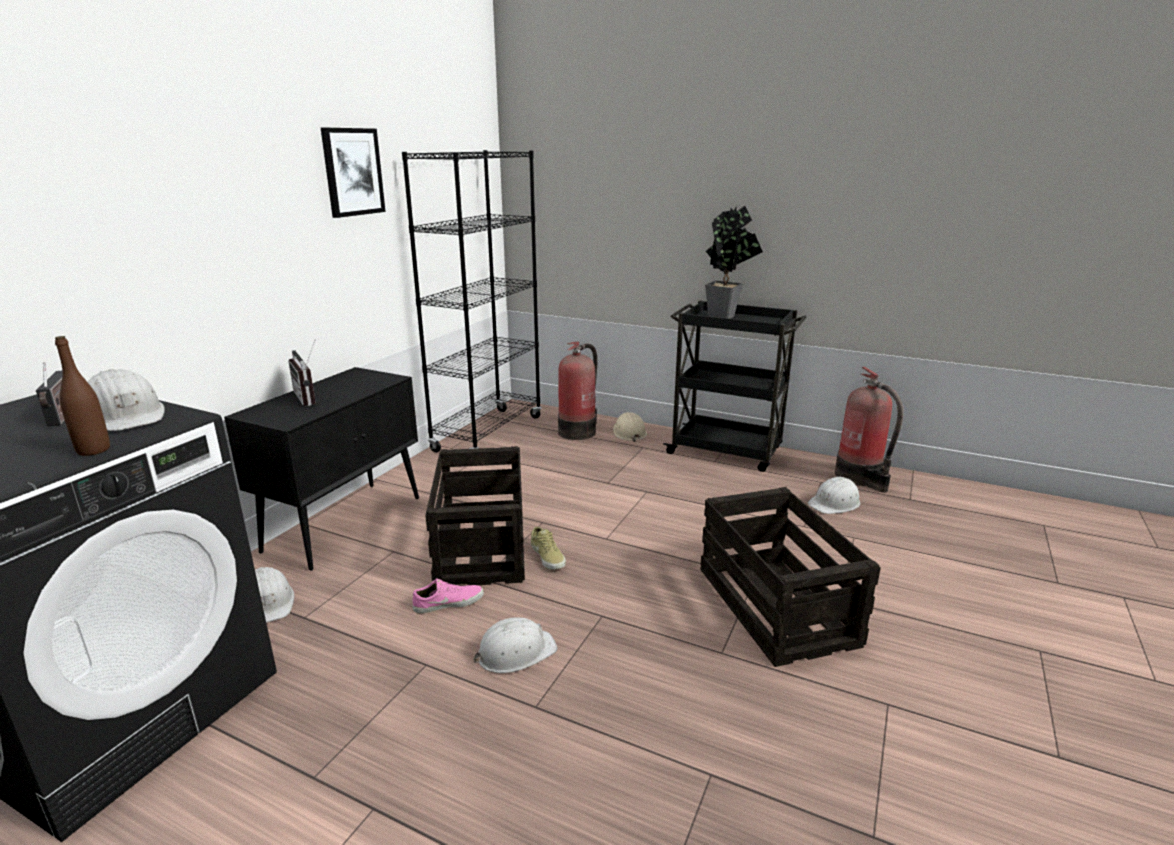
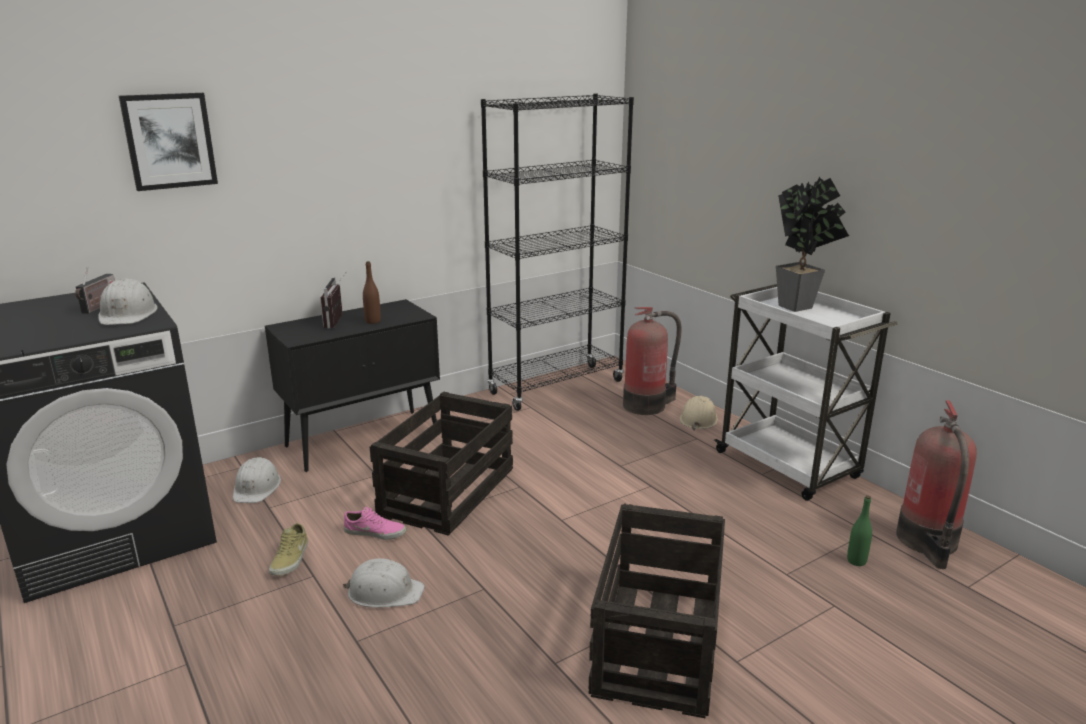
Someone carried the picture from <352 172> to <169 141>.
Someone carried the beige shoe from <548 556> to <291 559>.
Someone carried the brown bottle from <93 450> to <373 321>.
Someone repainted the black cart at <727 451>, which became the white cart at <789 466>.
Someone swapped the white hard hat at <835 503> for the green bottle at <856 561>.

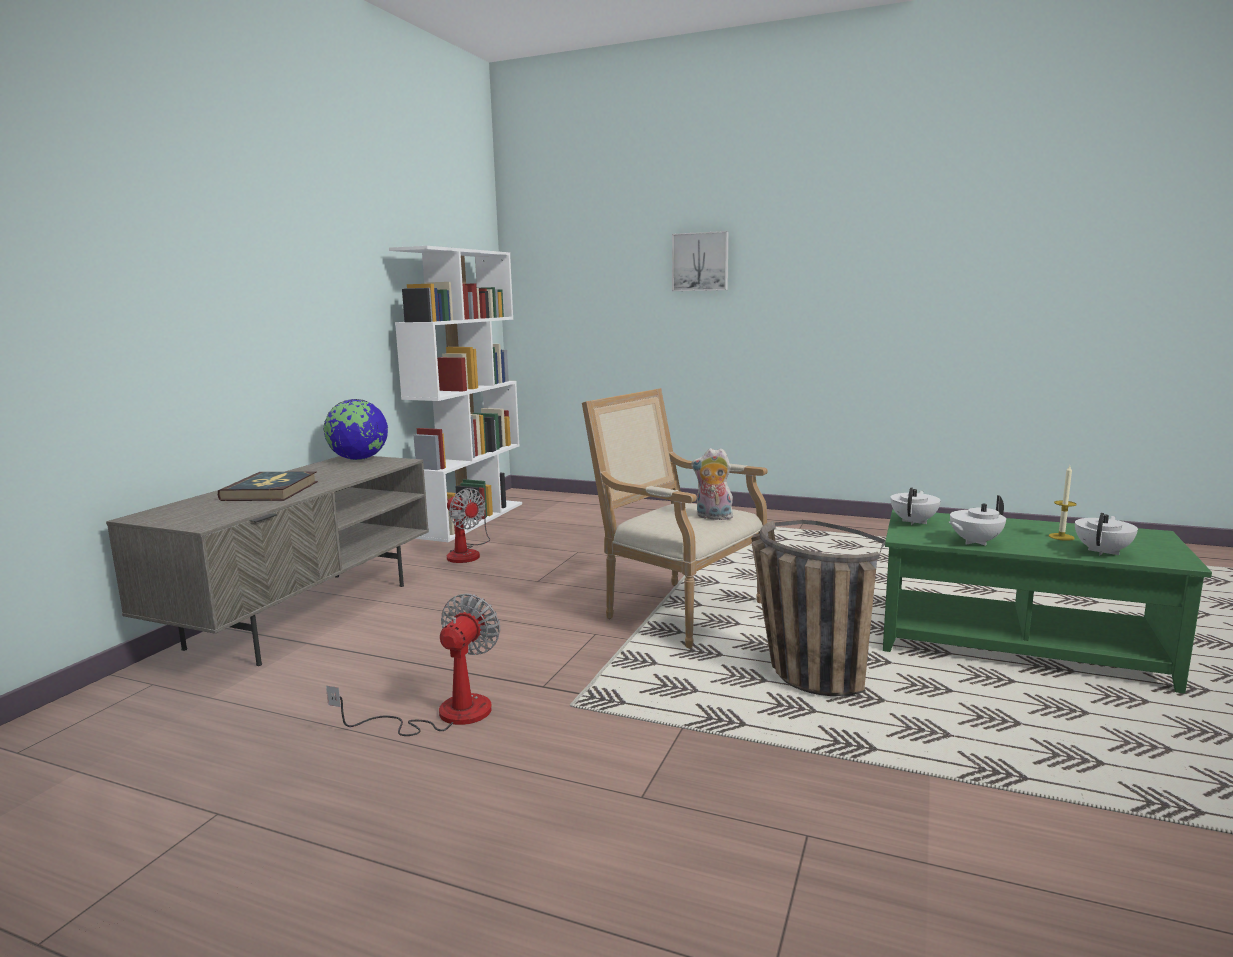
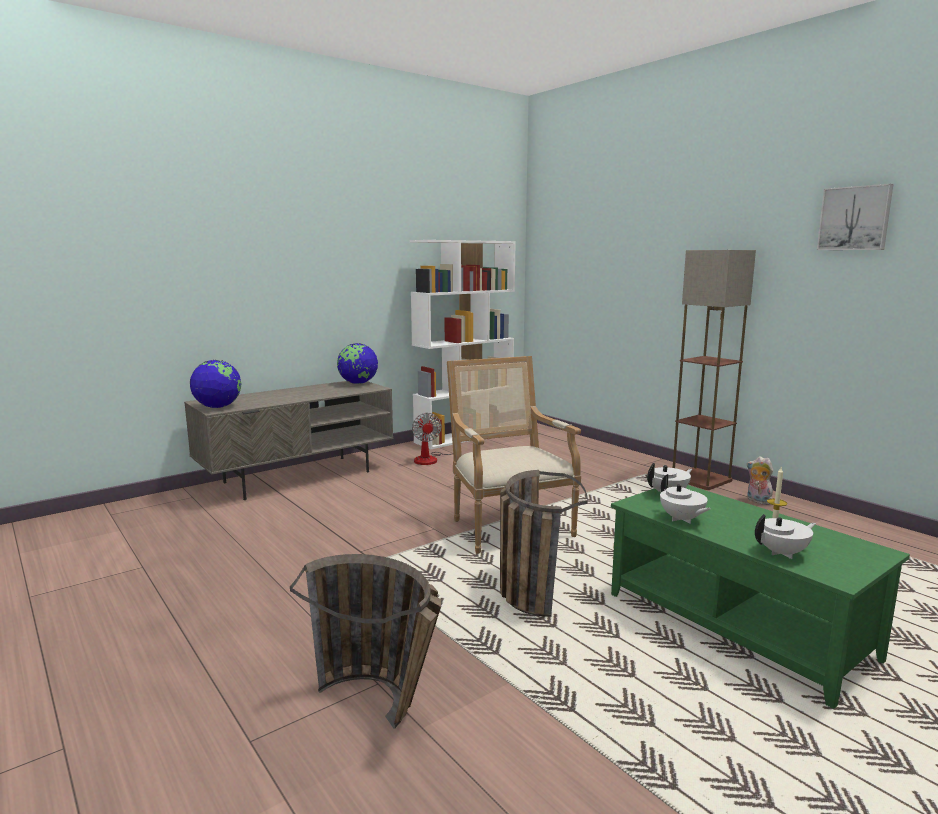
Someone put down the globe at <218 407>.
Someone put down the basket at <383 708>.
Someone rotated the white teapot at <974 542> by 120 degrees counterclockwise.
Someone put down the floor lamp at <702 479>.
Someone carried the plush toy from <713 517> to <757 501>.
Someone carried the picture from <700 262> to <855 218>.
Someone took away the book at <271 491>.
Someone took away the fan at <444 715>.

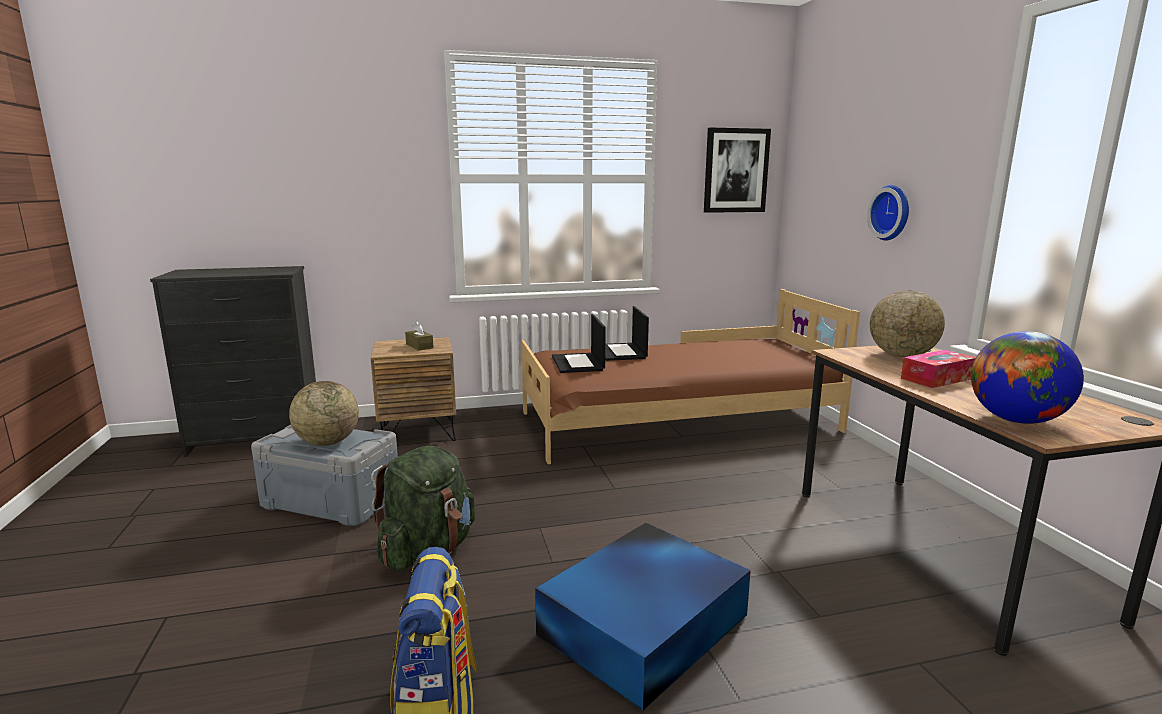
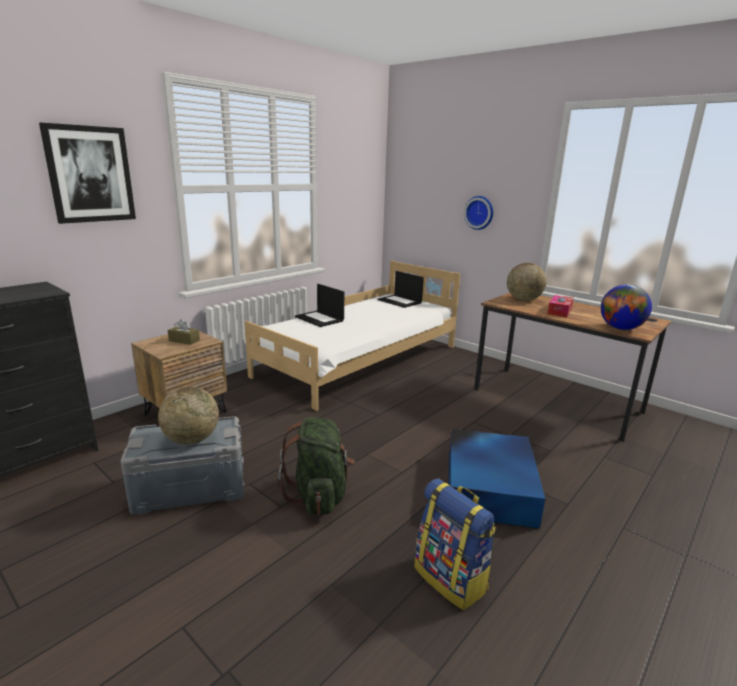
Someone carried the picture from <735 170> to <90 174>.
Someone repainted the brown bed at <676 422>, which became the white bed at <360 361>.
Someone carried the laptop from <578 363> to <400 301>.

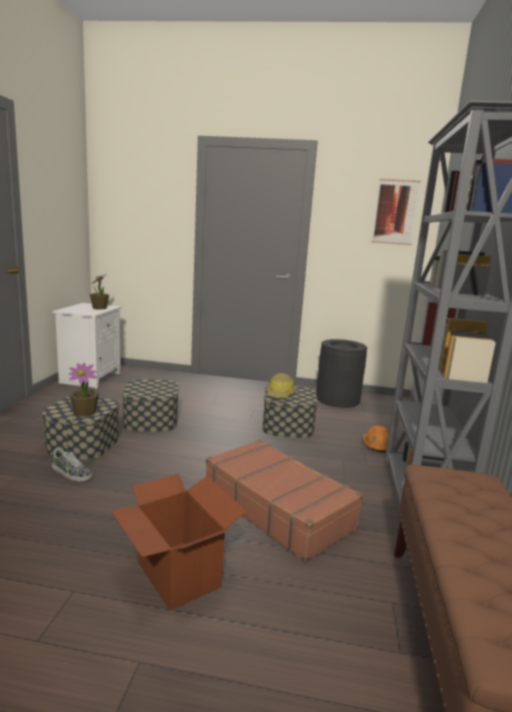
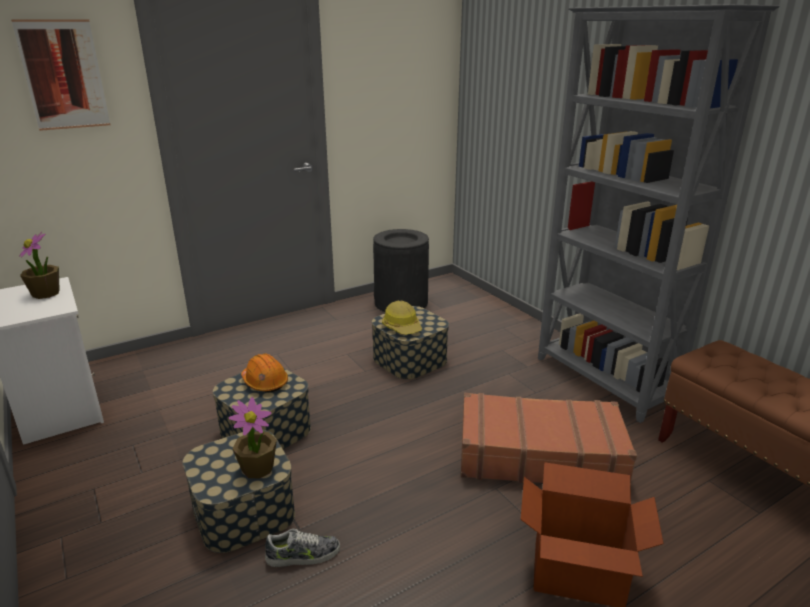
Someone carried the picture from <395 212> to <63 75>.
Someone carried the orange hard hat from <376 446> to <265 382>.

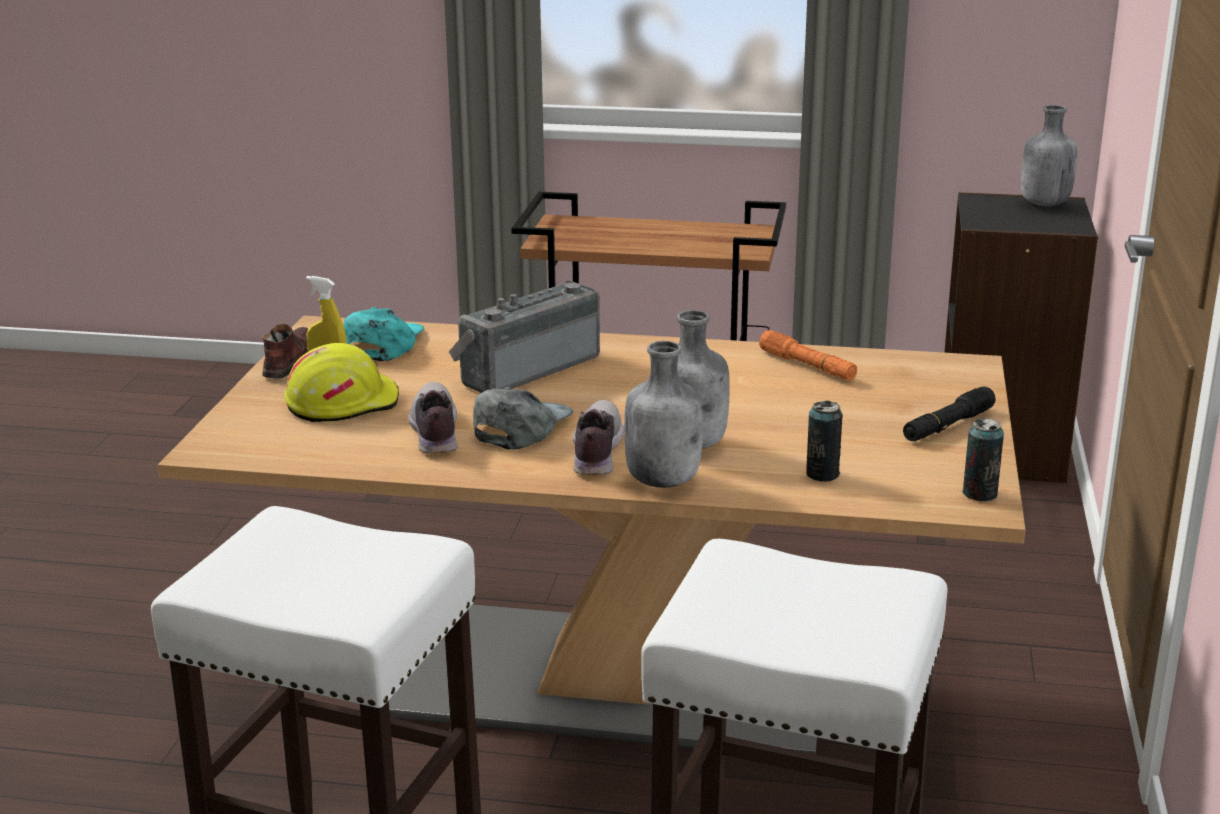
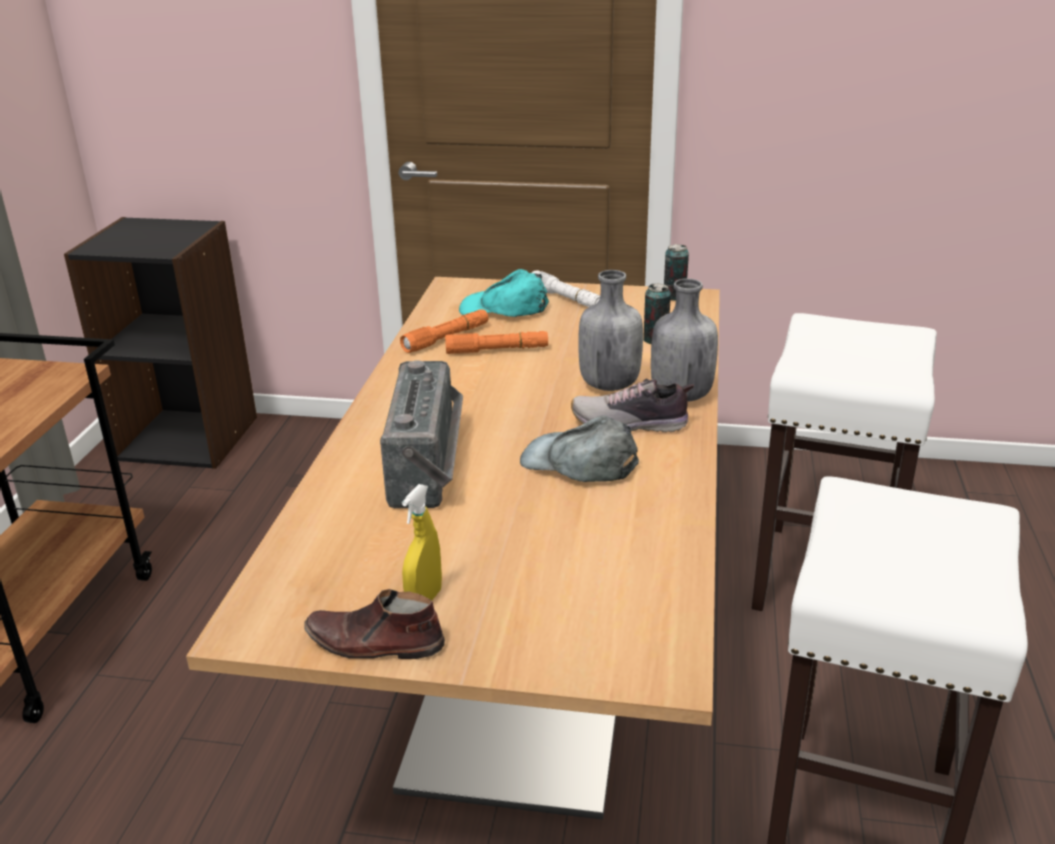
Someone rotated the radio at <526 369> by 135 degrees counterclockwise.
Someone put down the orange flashlight at <497 350>.
Someone carried the turquoise cap from <382 344> to <504 308>.
Someone repainted the black flashlight at <948 425>, which became the white flashlight at <566 298>.
Someone took away the yellow hard hat at <342 403>.
Someone took away the shoe at <434 432>.
Someone took away the grey bottle at <1043 203>.

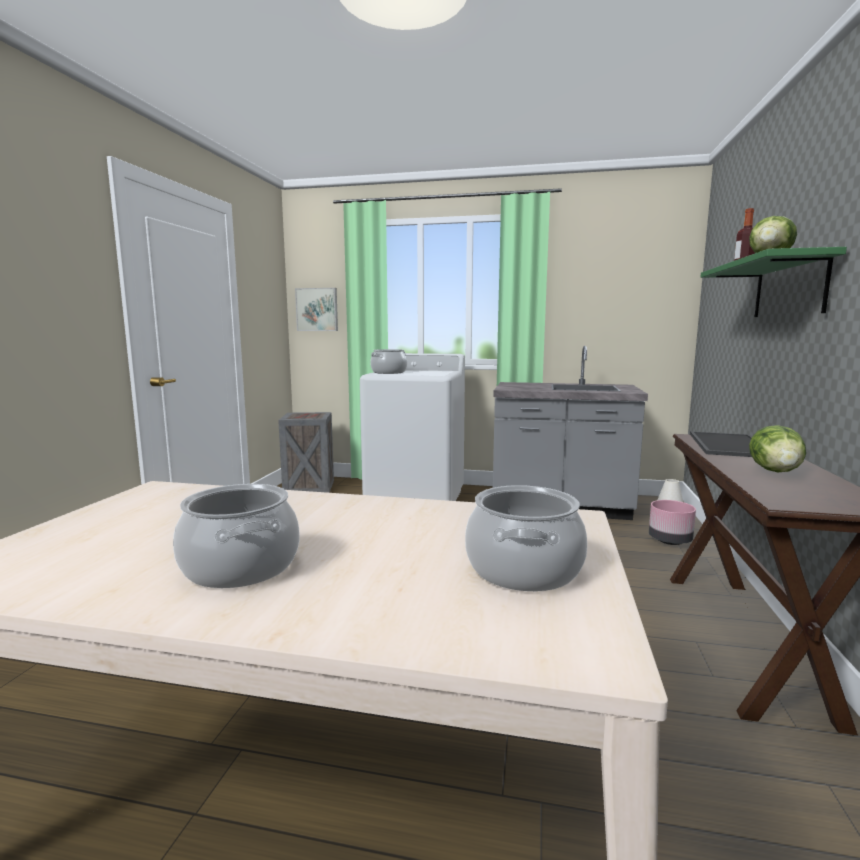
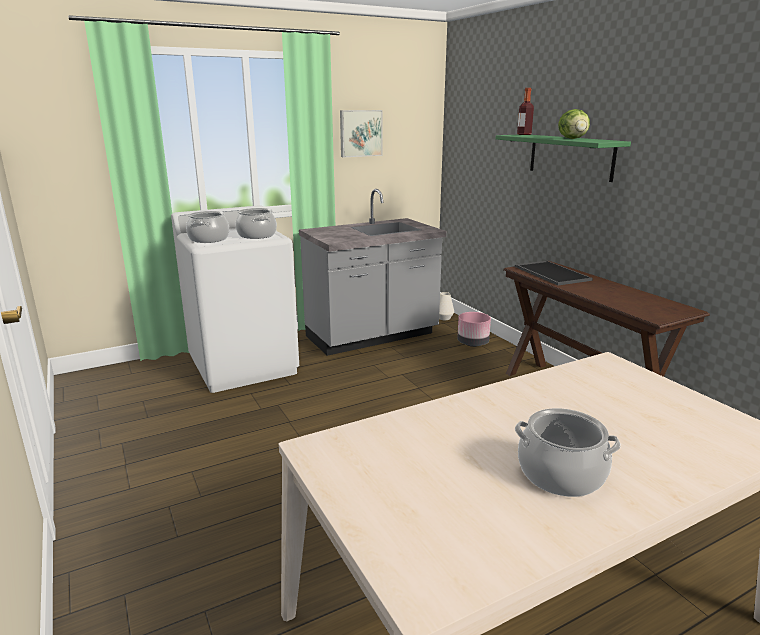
Someone carried the cooking pot from <523 569> to <256 235>.
Someone carried the picture from <317 309> to <360 133>.
Someone took away the crate at <308 487>.
Someone took away the lettuce at <775 471>.

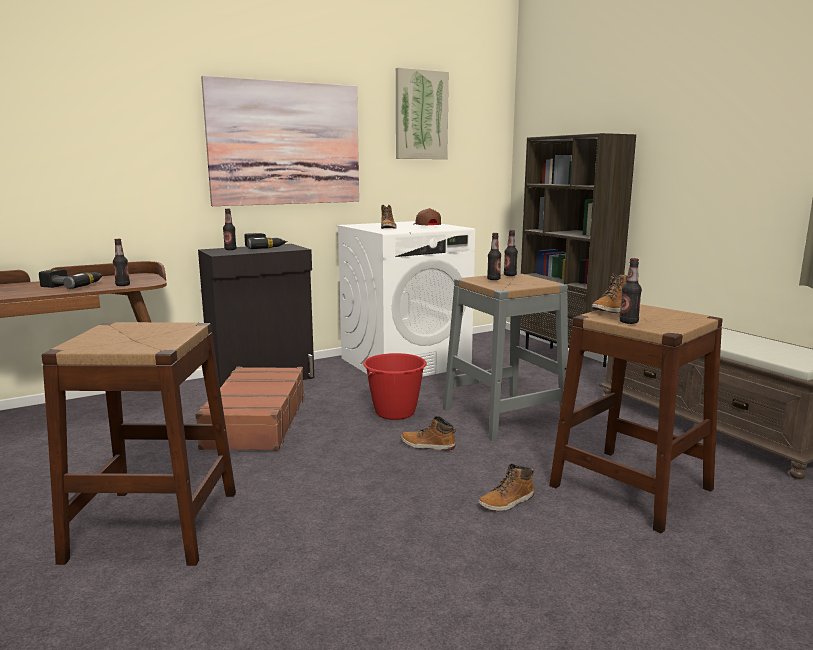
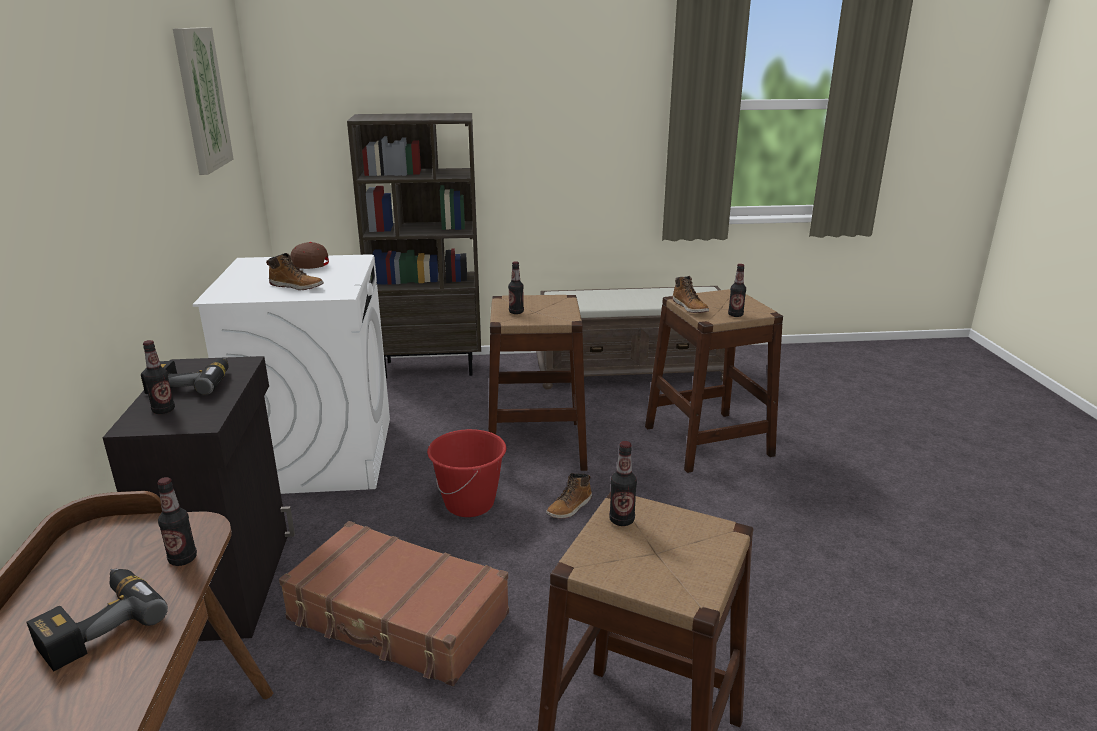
Someone repainted the grey stool at <504 415>, which became the brown stool at <536 445>.
Someone carried the bottle from <510 275> to <621 520>.
Someone took away the picture at <285 144>.
Someone took away the boot at <507 502>.

